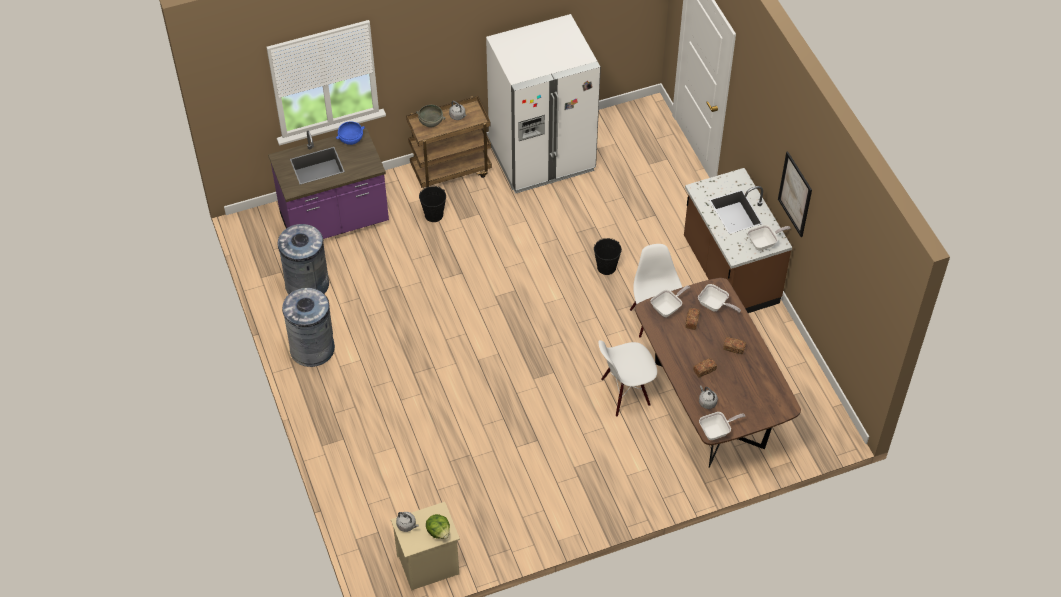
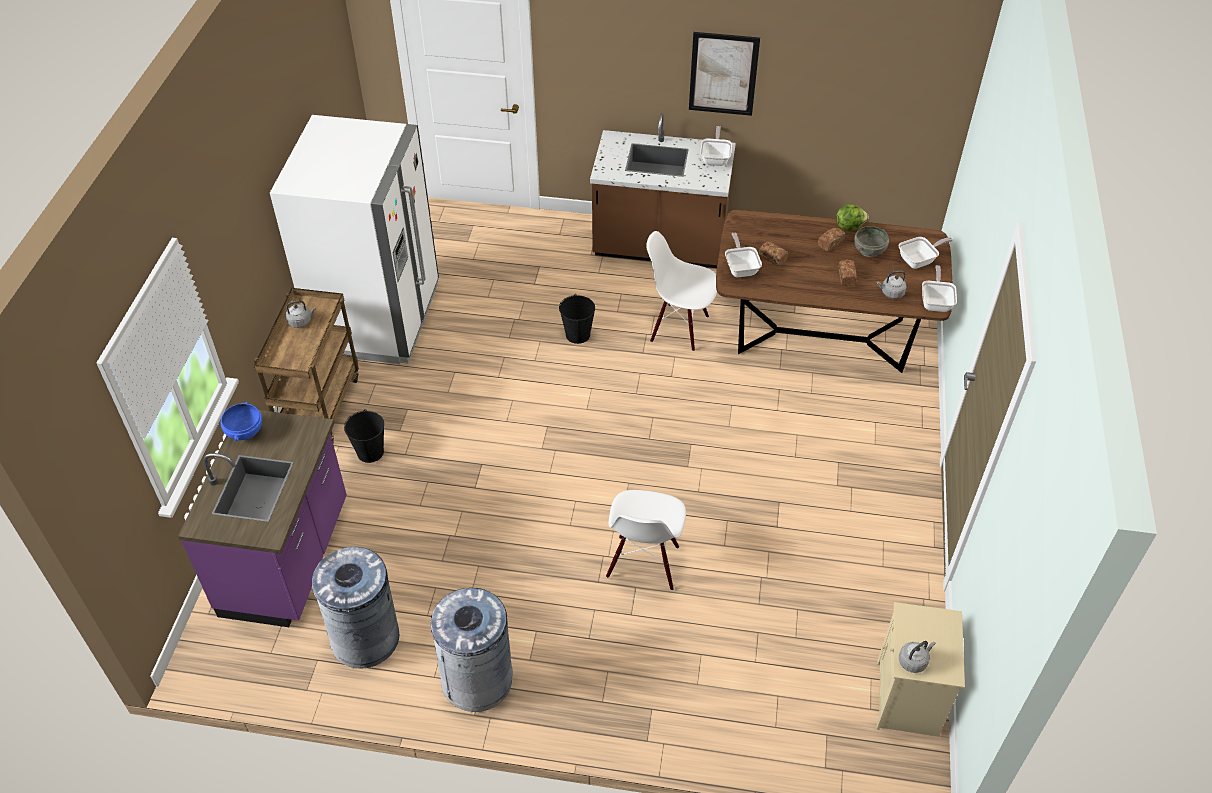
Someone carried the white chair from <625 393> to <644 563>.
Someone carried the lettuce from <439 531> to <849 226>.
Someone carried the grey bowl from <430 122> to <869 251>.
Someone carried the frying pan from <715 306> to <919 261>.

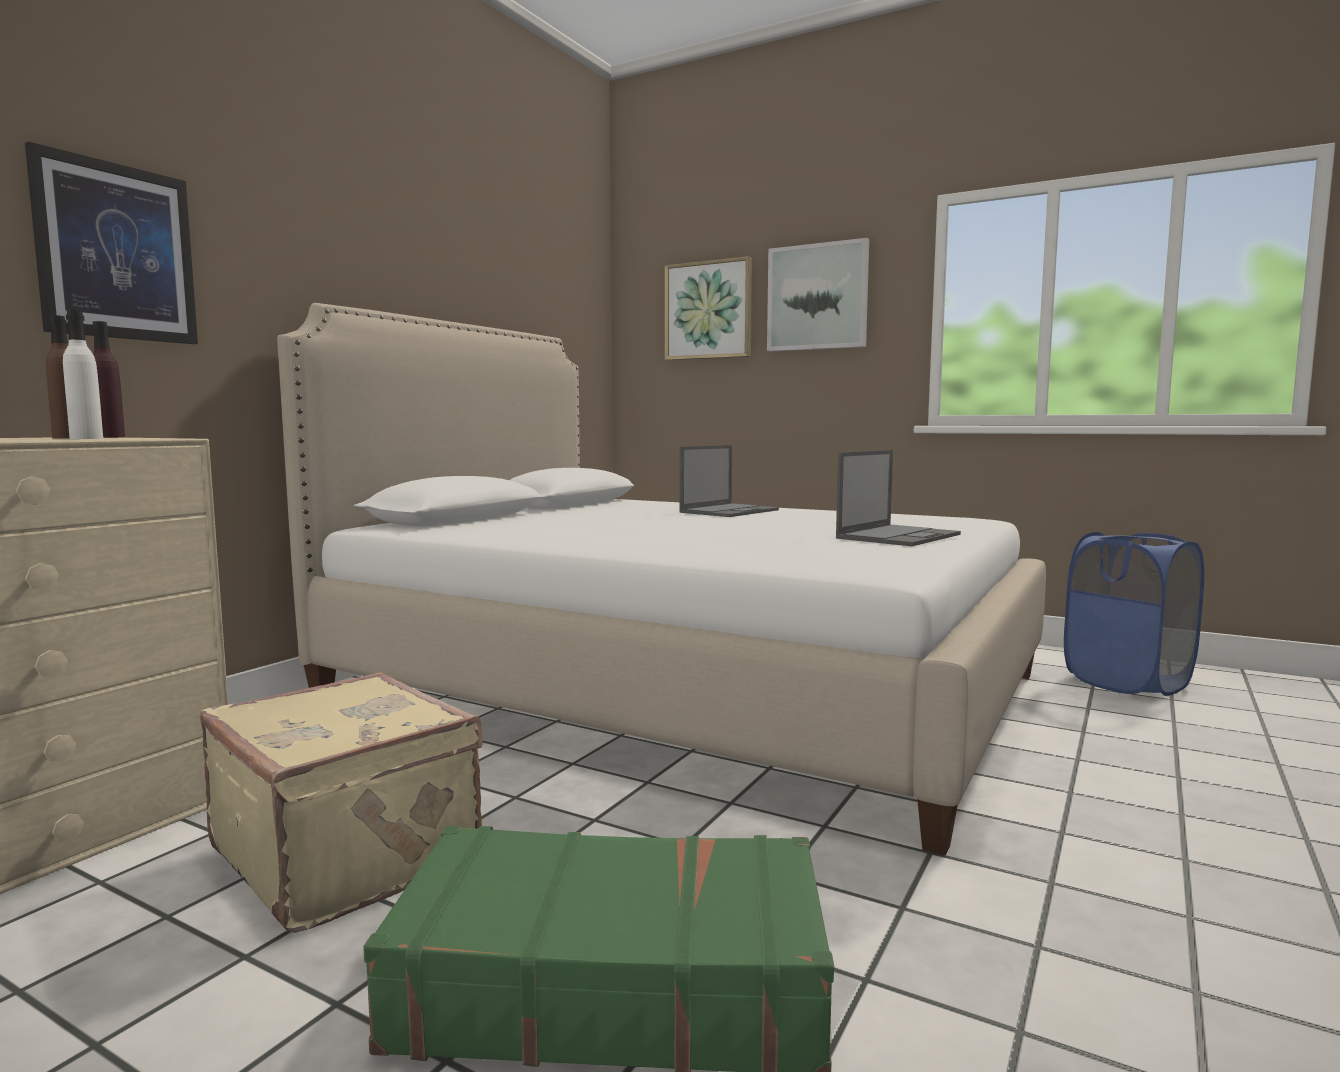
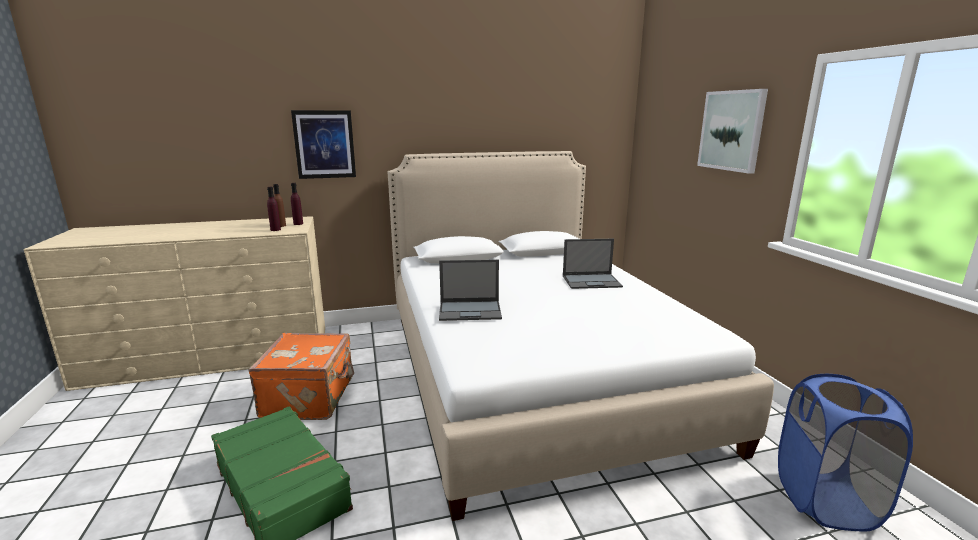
Someone repainted the beige suitcase at <350 853>, which became the orange suitcase at <310 398>.
Someone repainted the white bottle at <86 438>, which became the purple bottle at <275 230>.
Someone carried the laptop from <899 536> to <471 311>.
Someone took away the picture at <708 310>.

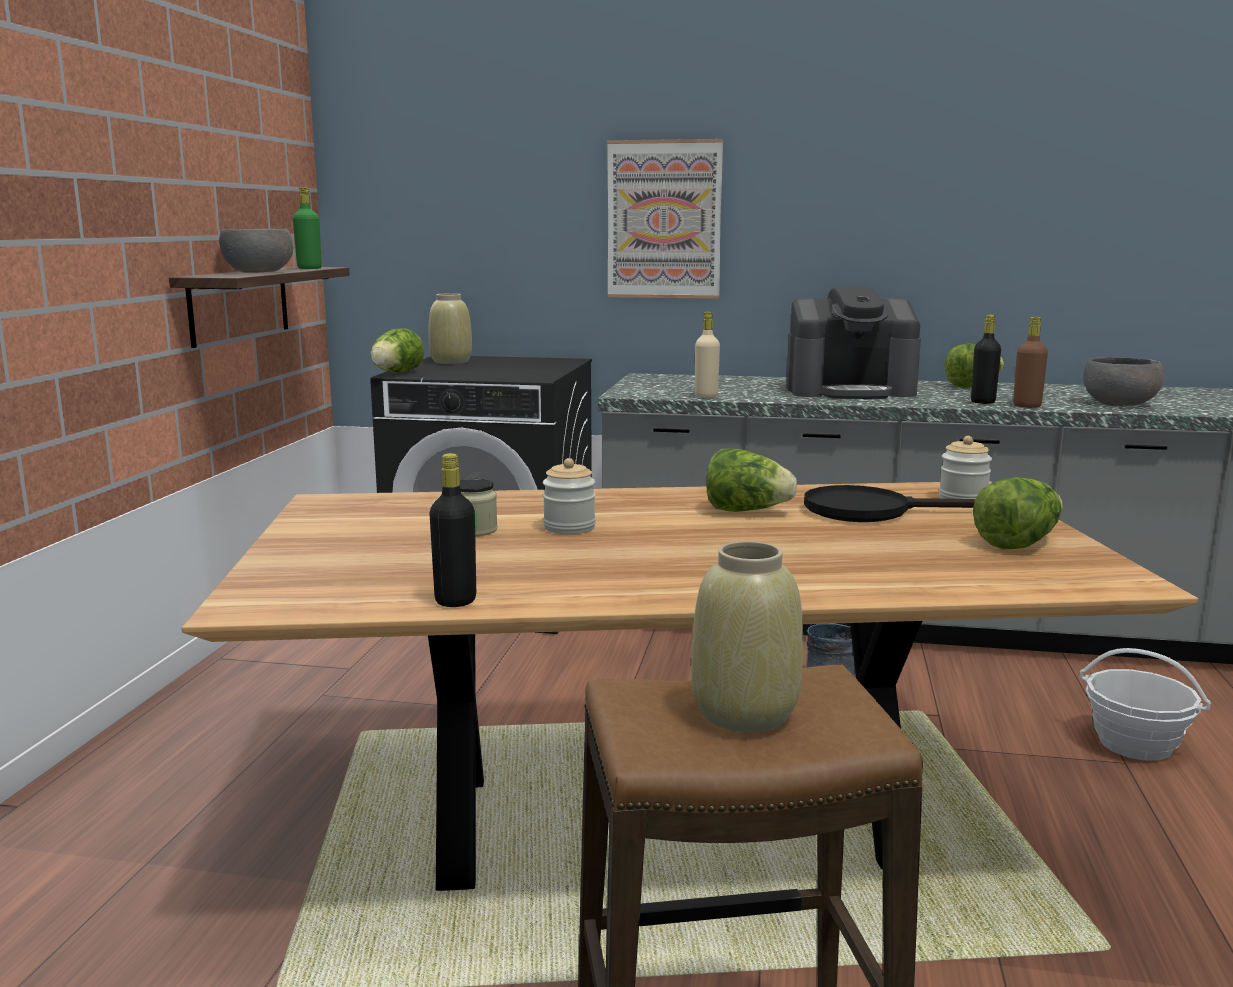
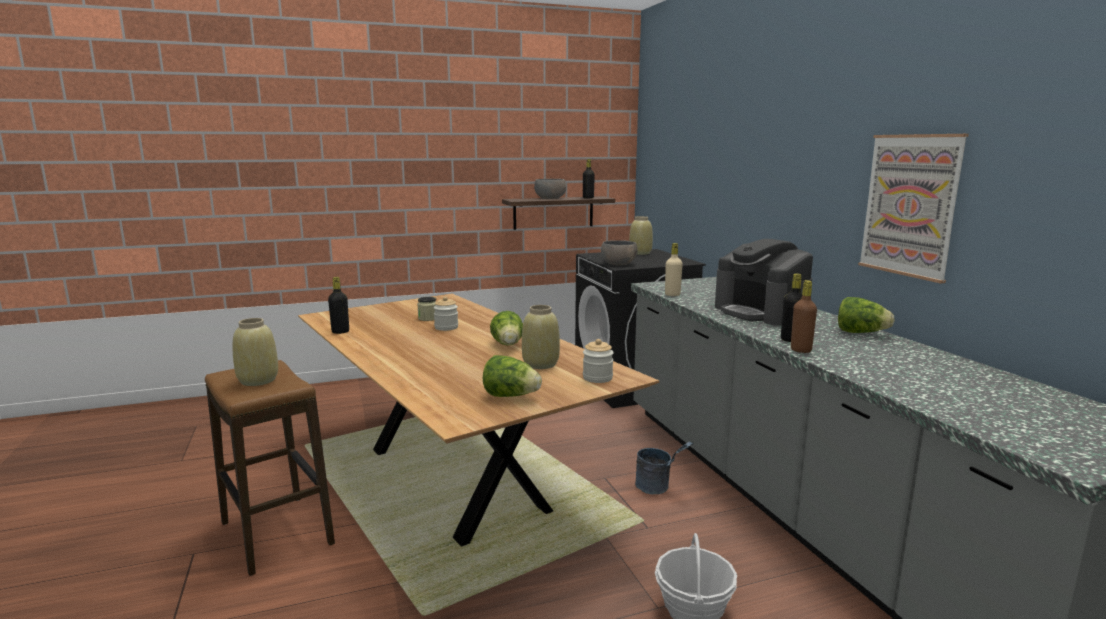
Someone swapped the black frying pan at <871 511> for the beige vase at <541 364>.
Someone repainted the green bottle at <309 268>, which became the black bottle at <588 198>.
Someone carried the grey bowl from <1120 404> to <618 264>.
Someone carried the picture from <664 220> to <910 205>.
Someone took away the lettuce at <396 373>.

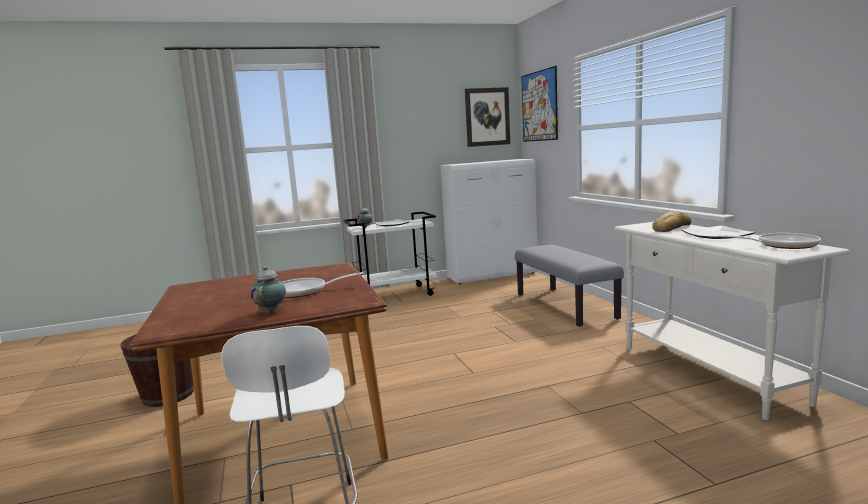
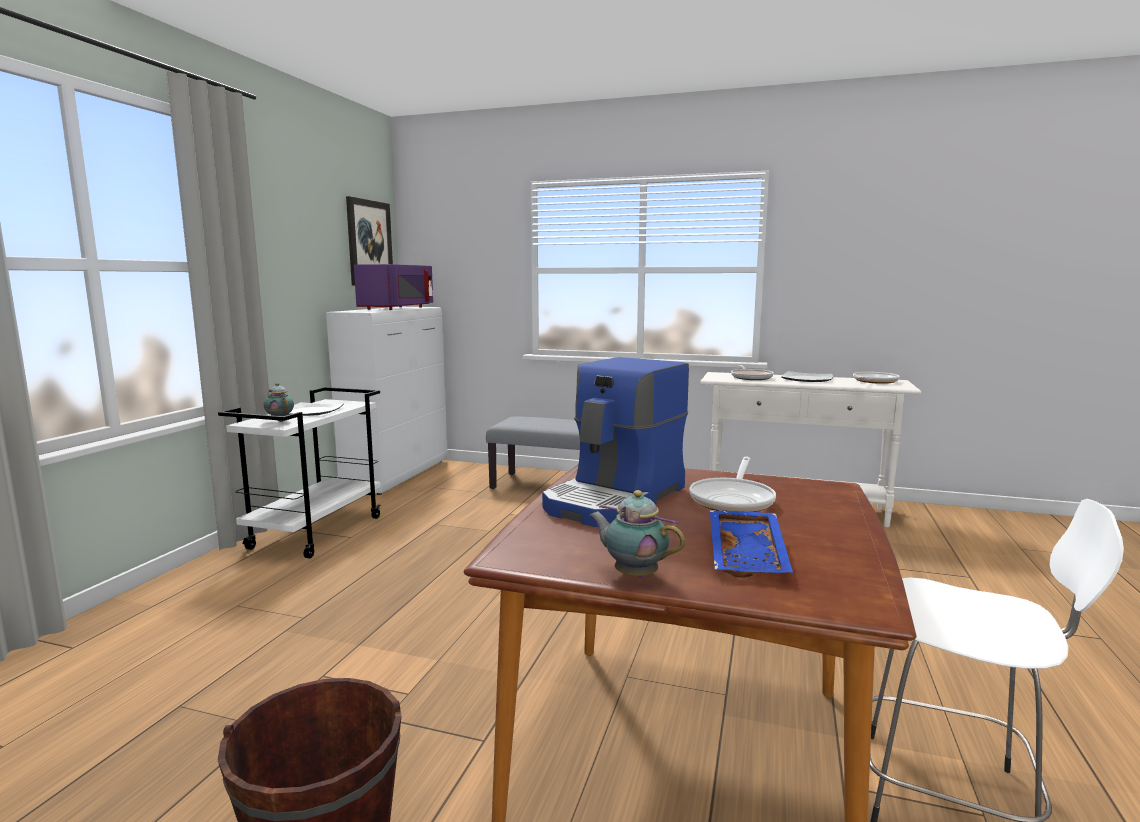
Someone put down the purple microwave at <398 308>.
Someone put down the coffee machine at <617 499>.
Someone carried the teapot from <271 312> to <633 574>.
Someone put down the blue tray at <749 556>.
Someone swapped the bread at <669 228> for the frying pan at <751 377>.
Someone took away the picture at <539 106>.

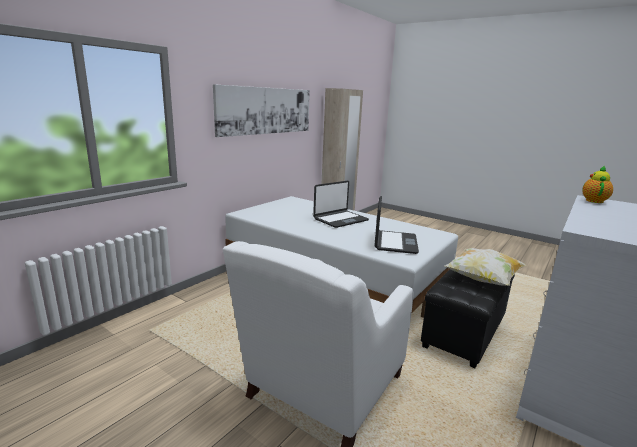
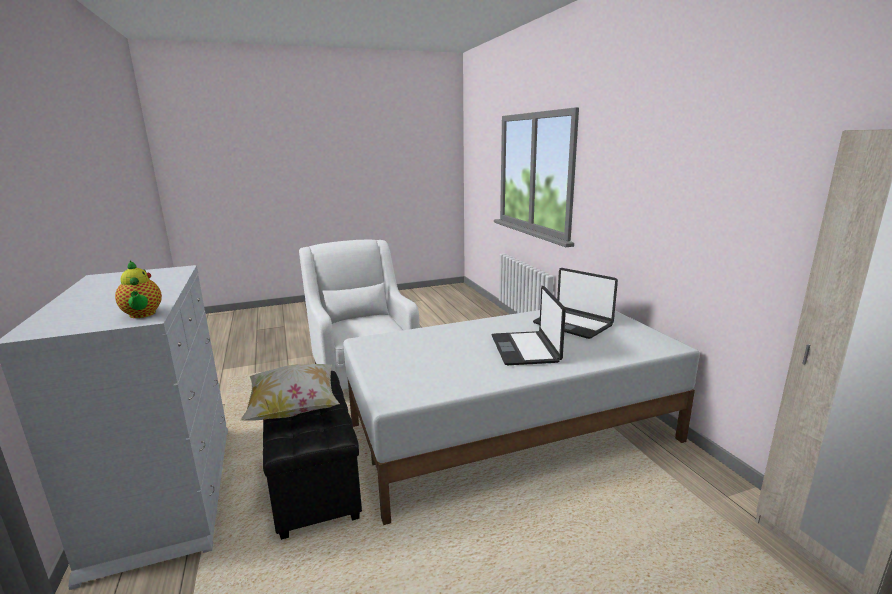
Someone carried the laptop from <394 243> to <573 324>.
Someone took away the picture at <266 110>.

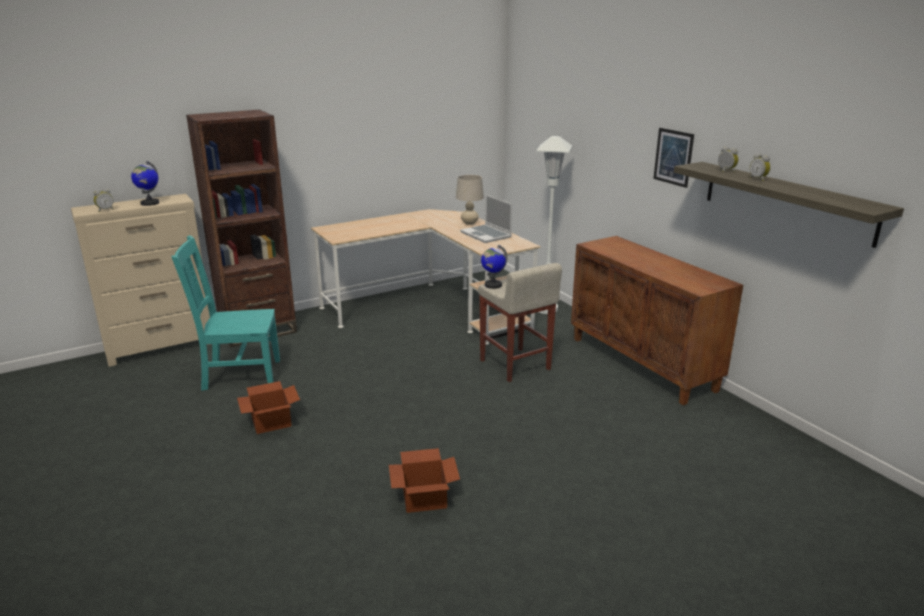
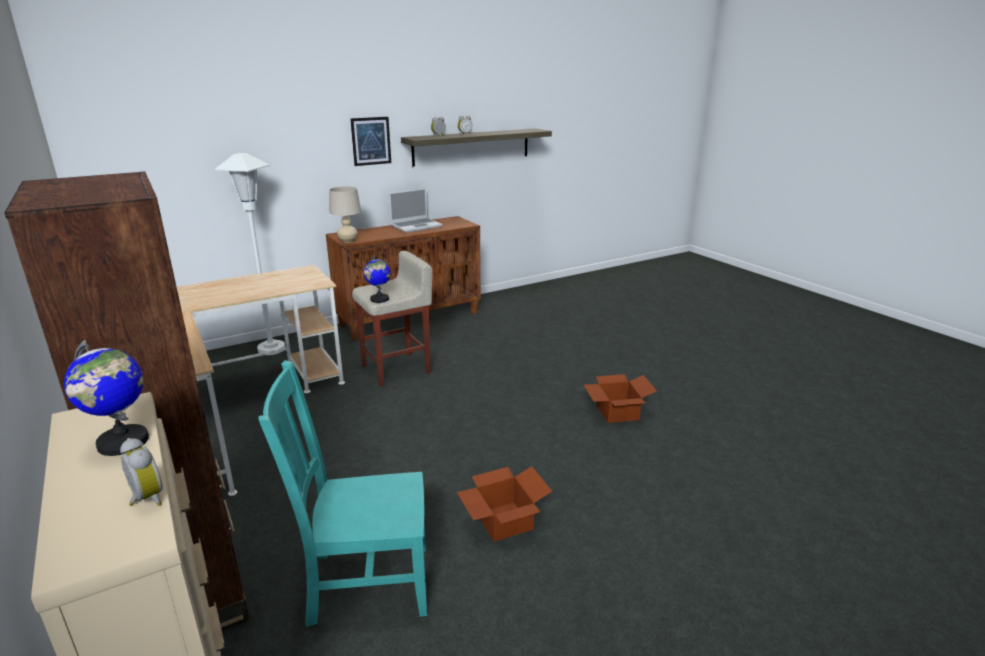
Someone rotated the turquoise chair at <239 374> by 90 degrees clockwise.
Someone carried the beige table lamp from <469 223> to <348 241>.
Someone carried the laptop from <486 235> to <416 226>.

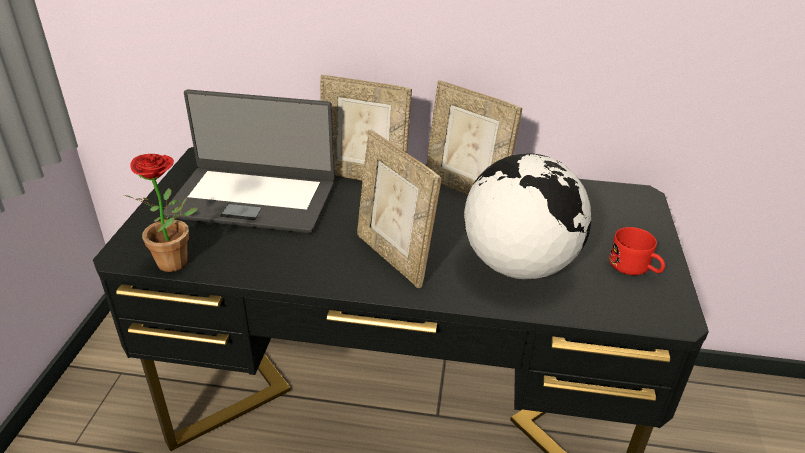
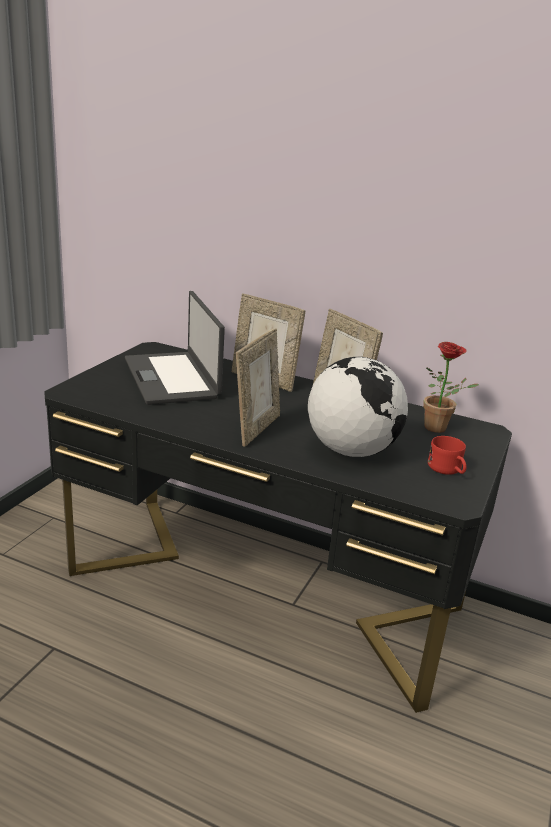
Someone rotated the laptop at <253 198> by 45 degrees clockwise.
Someone rotated the picture frame at <394 257> by 135 degrees counterclockwise.
Someone carried the potted plant from <179 263> to <440 429>.

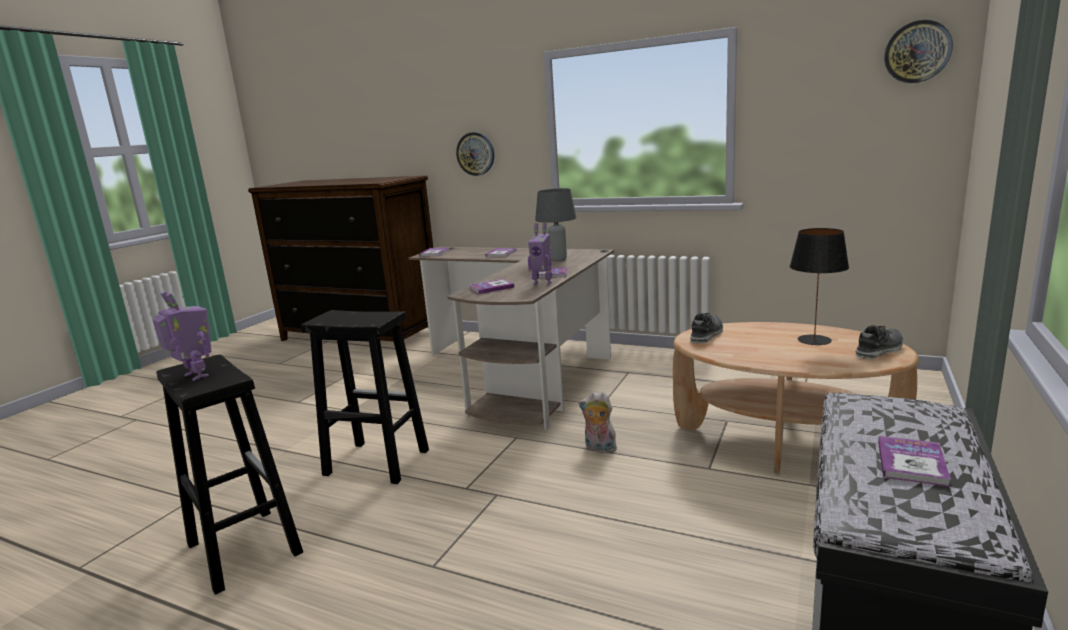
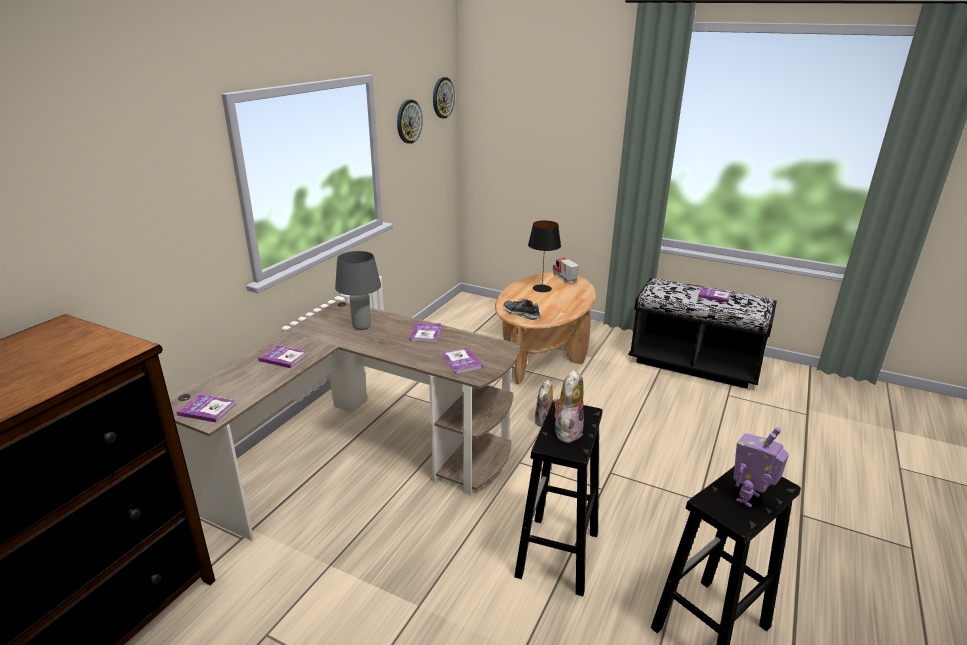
Someone carried the wall clock from <475 154> to <408 121>.
Someone swapped the shoe at <879 350> for the toy truck at <564 278>.
Someone put down the plush toy at <567 431>.
Someone took away the toy robot at <543 283>.

